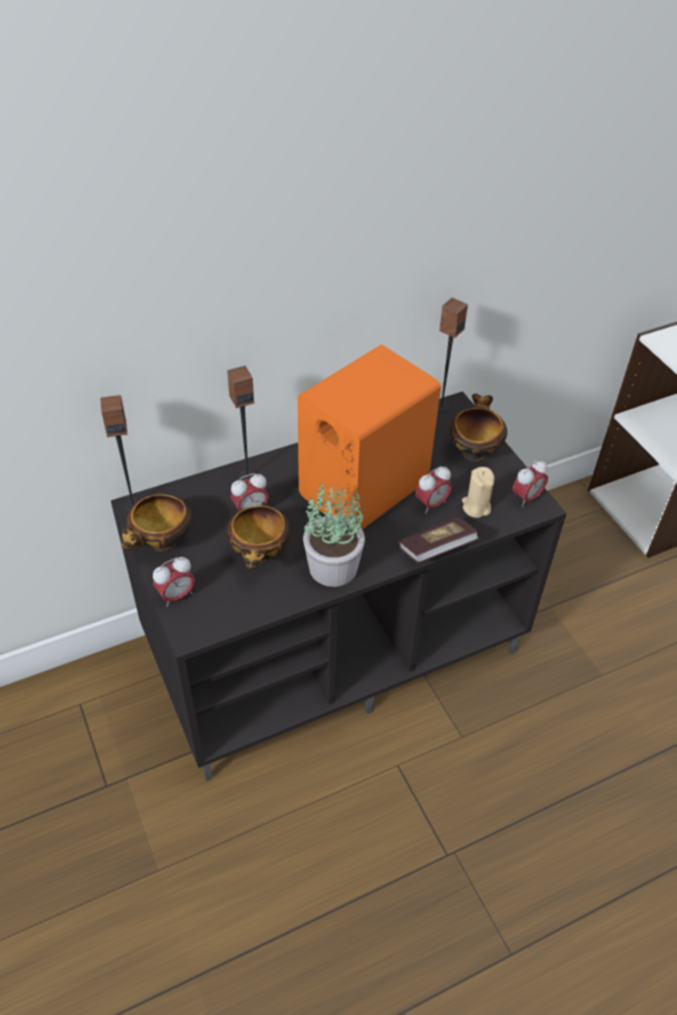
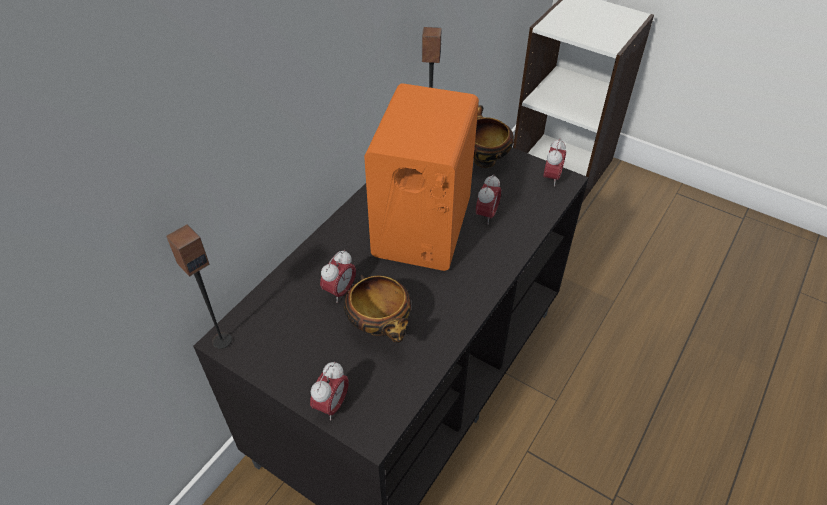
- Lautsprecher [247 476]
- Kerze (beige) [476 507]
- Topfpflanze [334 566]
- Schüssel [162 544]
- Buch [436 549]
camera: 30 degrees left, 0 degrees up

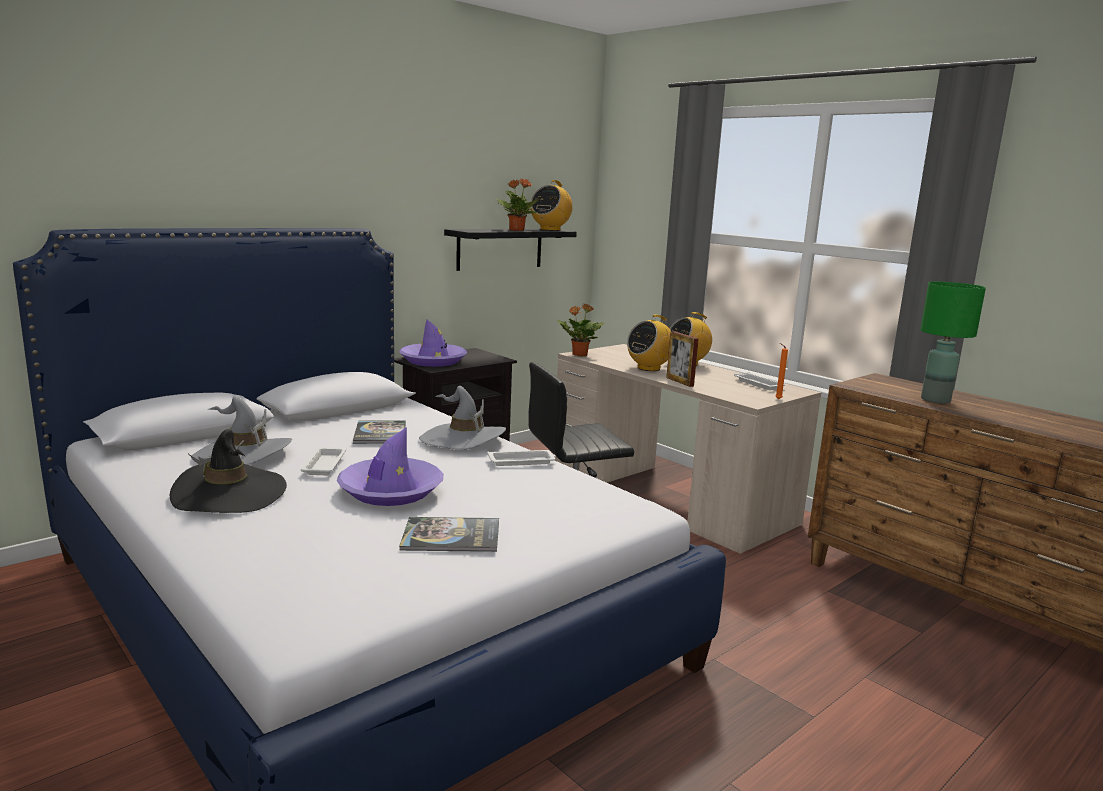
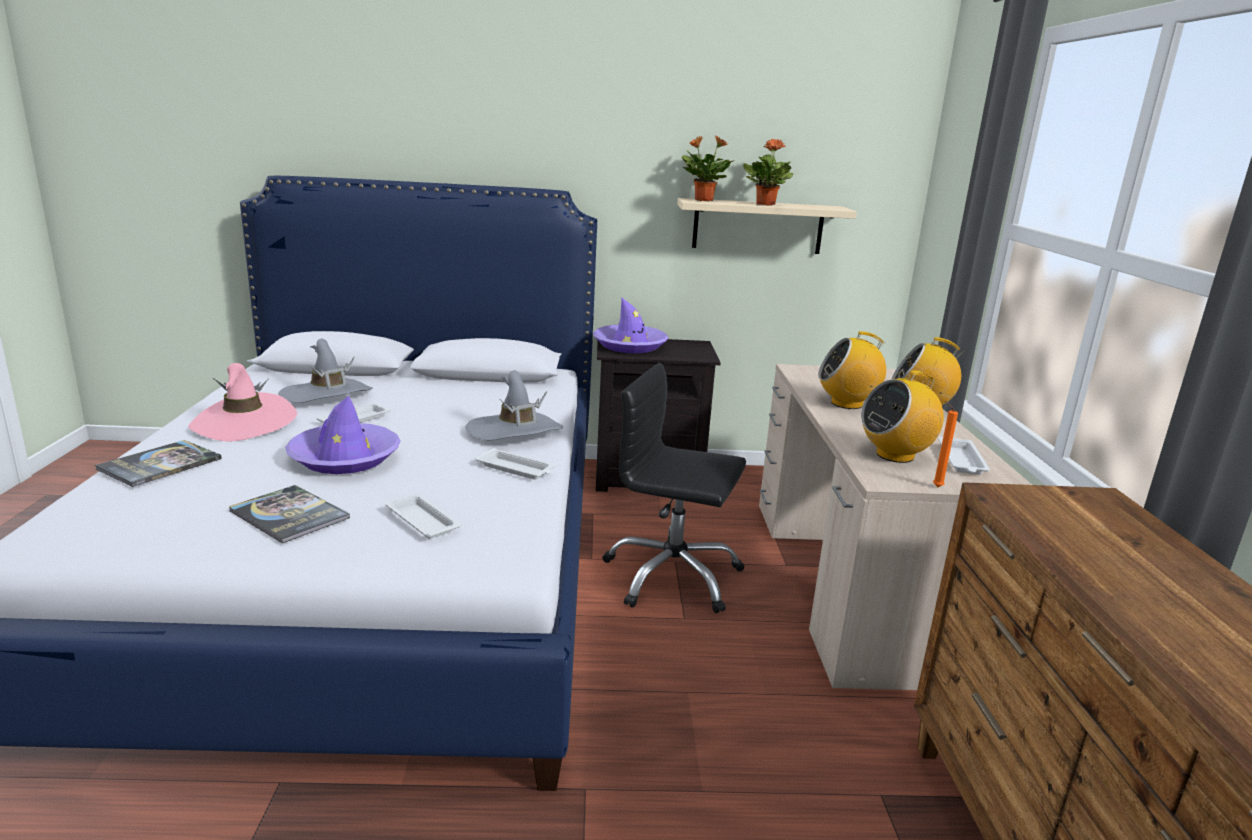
~ Radio [550 230] to [895 455]
~ Wandregal (schwarz) [500 248] to Wandregal (beige) [758 226]
- Tischlampe (grün) [934 400]
~ Topfpflanze [579 355] to [703 200]
- Bilderrahmen [679 382]
~ Buch [380 433] to [160 464]
~ Hut (schwarz) [229 494] to Hut (rosa) [244 423]
+ Tablett (weiß) [421 520]
camera: 40 degrees right, 5 degrees up

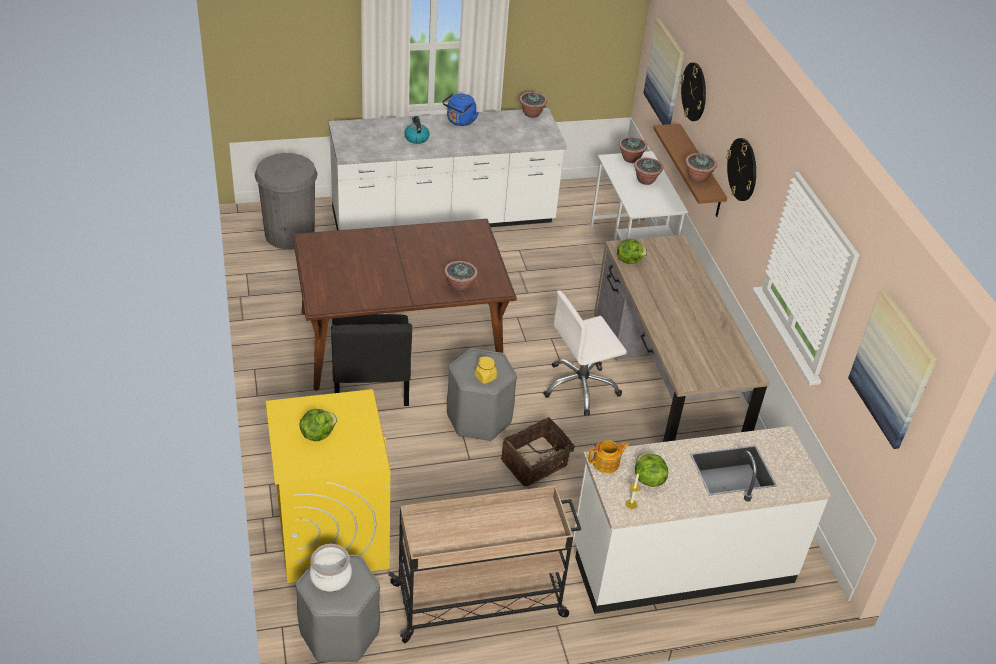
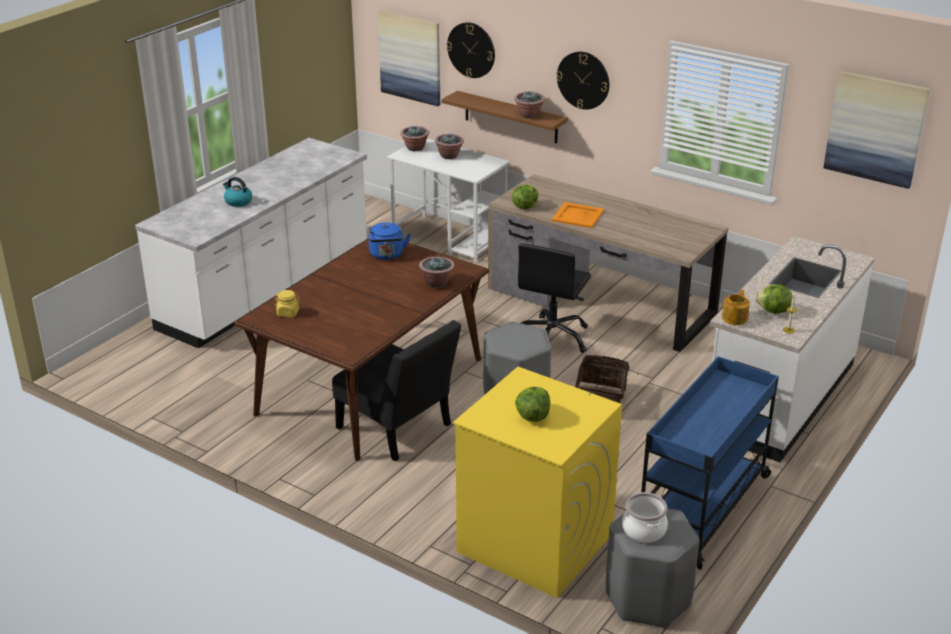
- Topfpflanze [532 114]
~ Wasserkessel (blau) [460 121] to [387 255]
- Mülleimer (grau) [289 234]
~ Bürostuhl (weiß) [580 387] to Bürostuhl (schwarz) [552 338]
~ Vorratsglas (gelb) [485 377] to [288 313]
~ Rollwagen (beige) [481 600] to Rollwagen (blau) [703 506]
+ Tablett (orange) [578 216]
camera: 40 degrees left, 10 degrees down

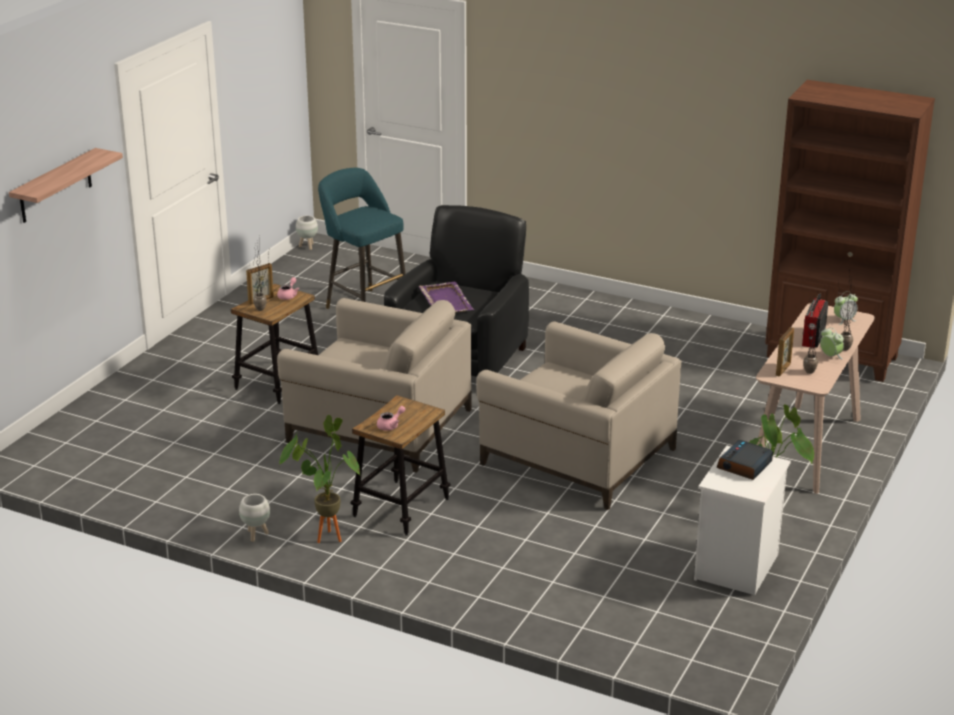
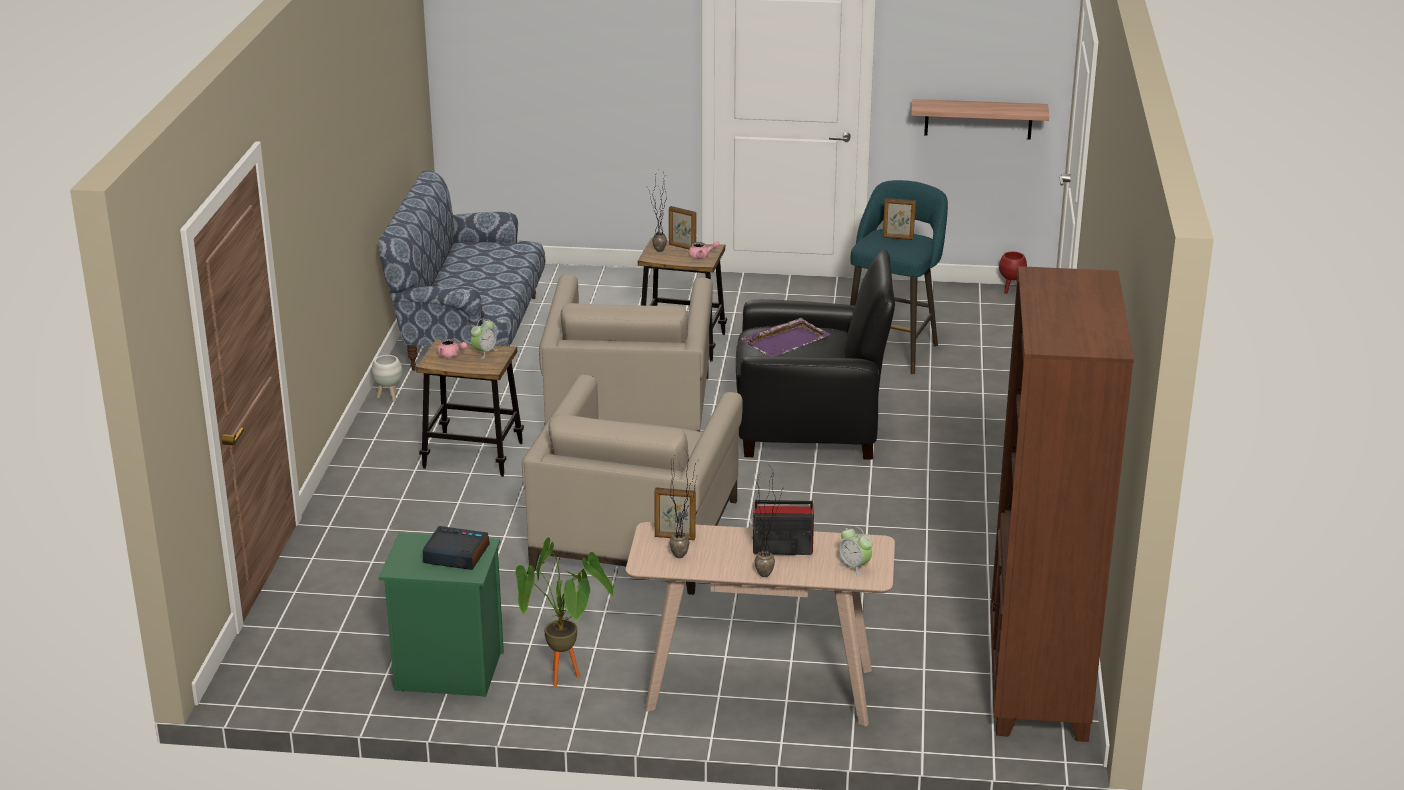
~ Wandregal [55 186] to [978 119]
~ Pflanzkübel (weiß) [307 246] to Pflanzkübel (rot) [1011 290]
~ Wecker [830 356] to [484 352]
- Topfpflanze [324 536]
~ Nachttisch (weiß) [737 568] to Nachttisch (grün) [446 672]
+ Sofa [470 333]
+ Bilderrahmen [898 238]
camera: 70 degrees right, 0 degrees up

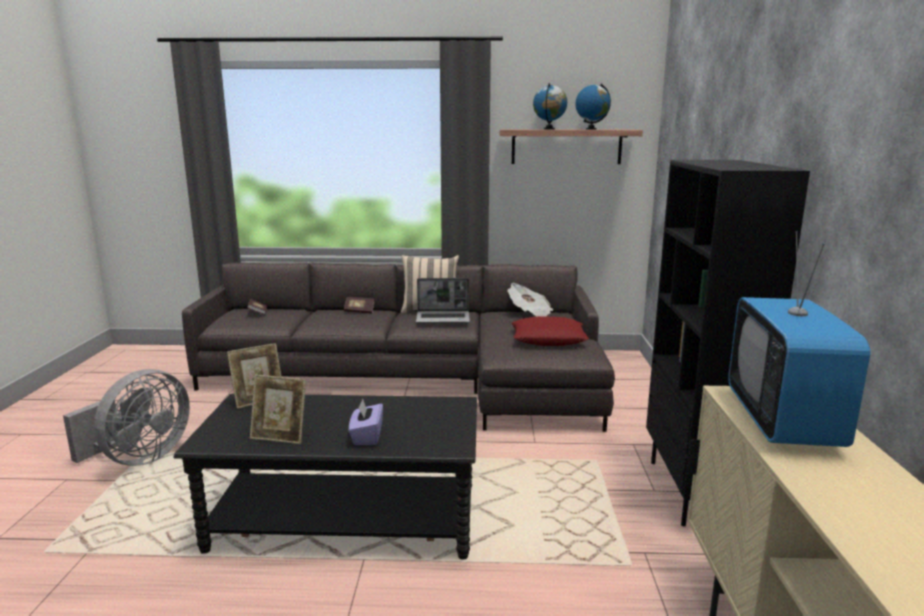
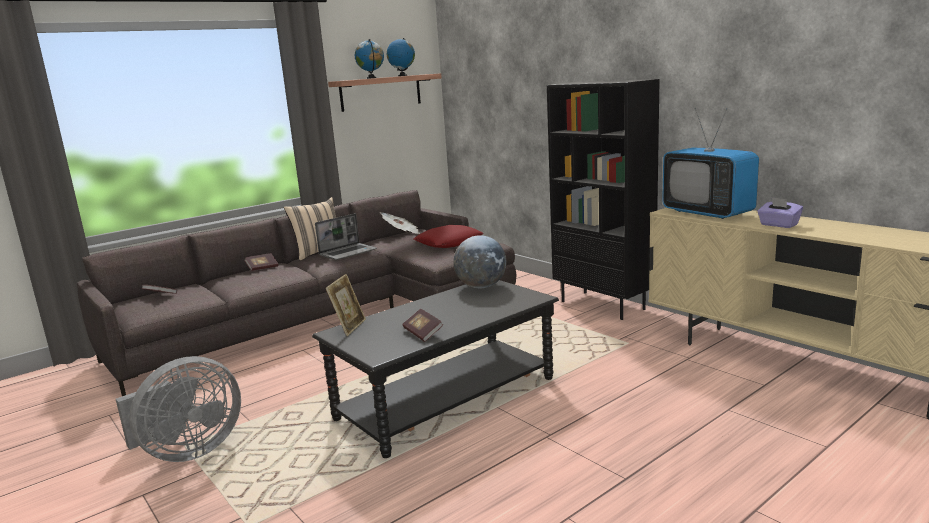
~ Ventilator (grau) [139 458] = [188 451] 60 degrees clockwise
~ Bilderrahmen [280 437] to Buch [423 333]
~ Taschentuchbox (lila) [366 436] to [778 225]
+ Globus [481 286]
camera: 40 degrees left, 0 degrees up

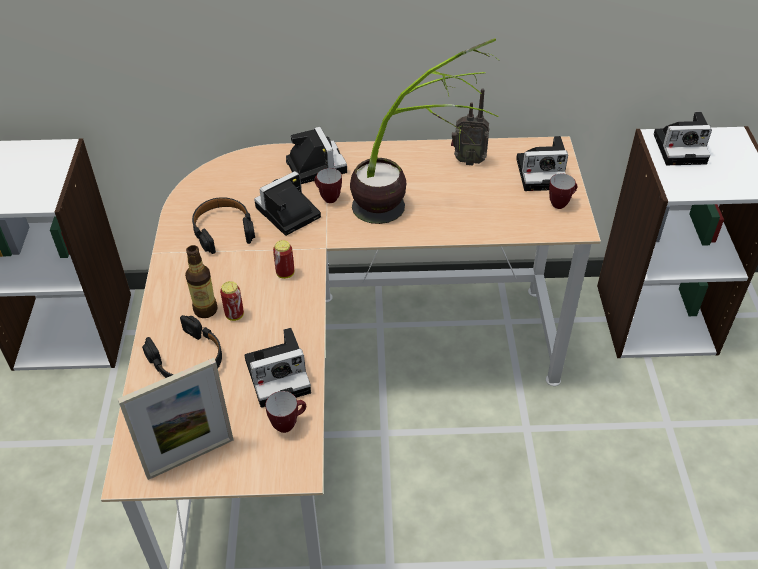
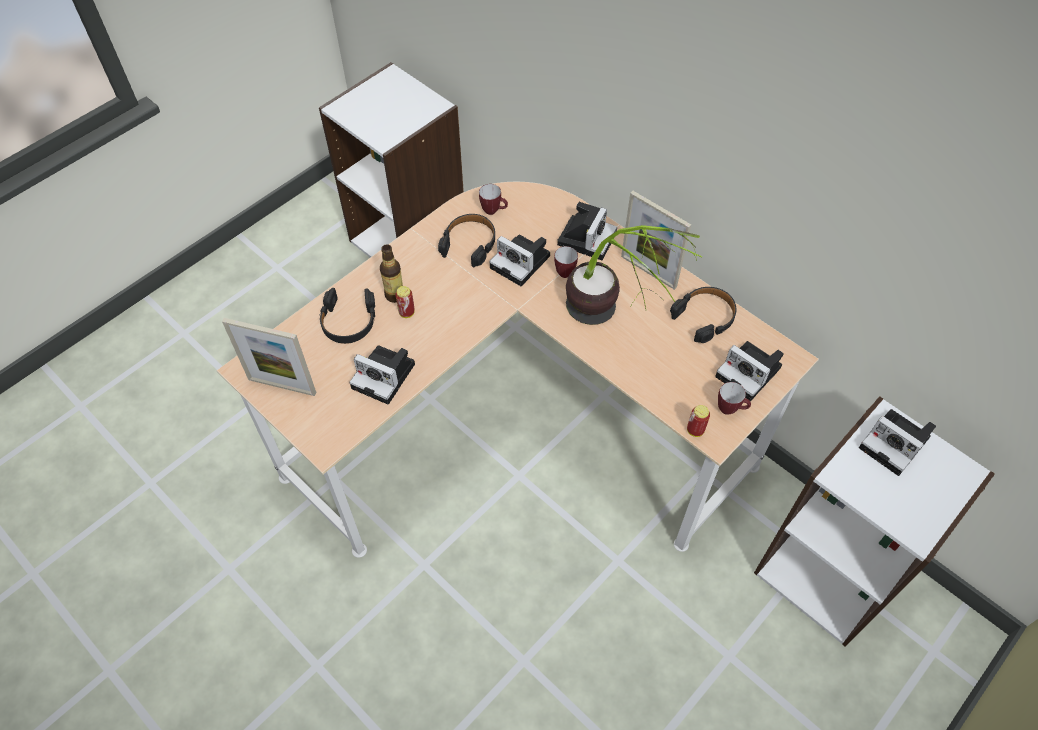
~ Radio [468 160] to Kopfhörer (schwarz) [705 317]
~ Kamera [286 214] = [522 262] 150 degrees counterclockwise
~ Dose [285 273] to [695 430]
~ Henkelbecher [288 424] to [494 211]
+ Bilderrahmen [648 271]
camera: 45 degrees right, 10 degrees up

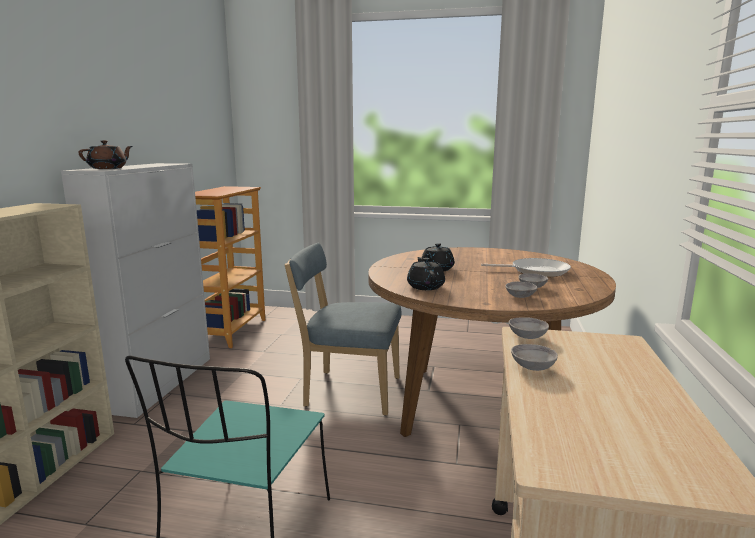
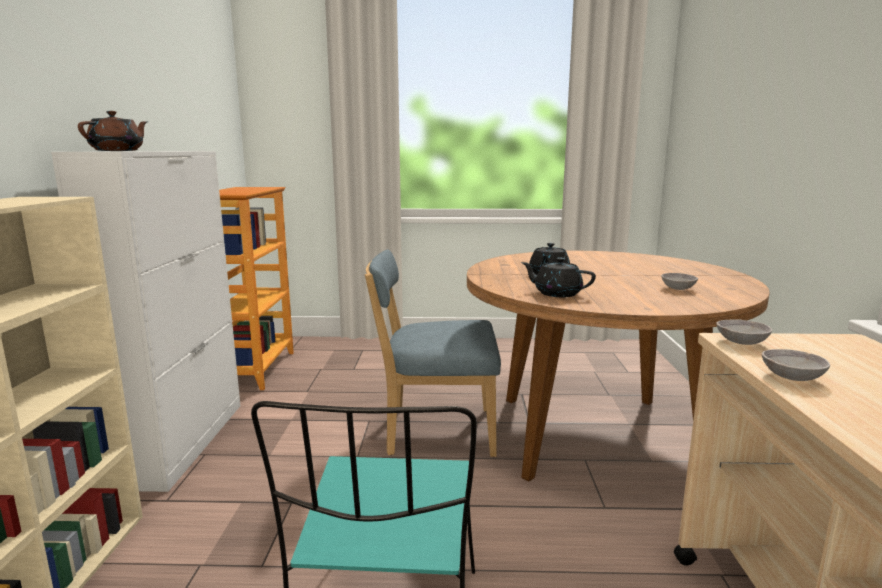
~ Teekanne (schwarz) [425 286] = [557 293] 45 degrees counterclockwise
- Pfanne [536 271]
- Schüssel (grau) [520 296]
camera: 10 degrees left, 0 degrees up

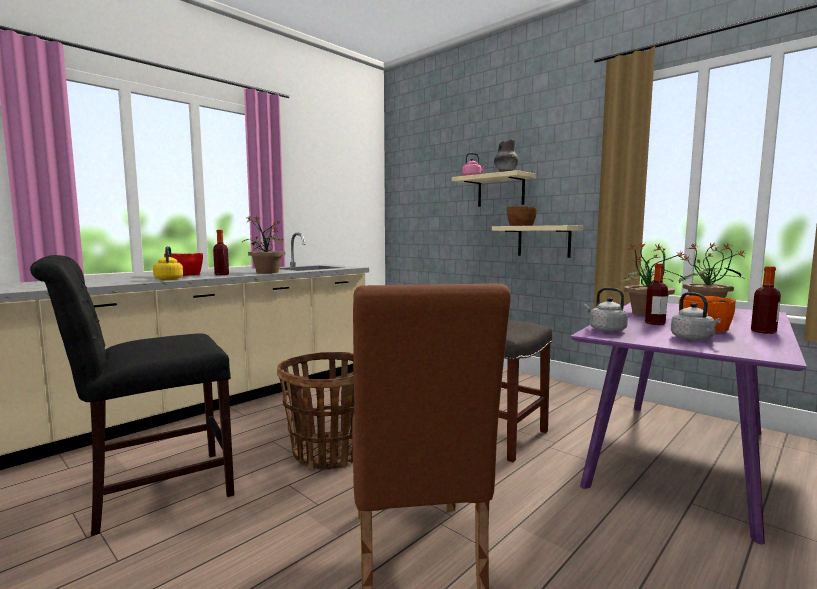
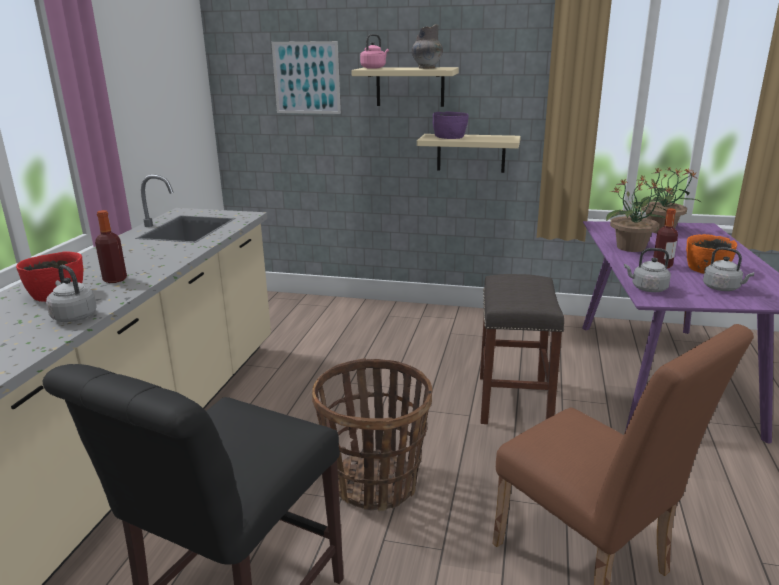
~ Schüssel (braun) [521 225] to Schüssel (lila) [450 137]
- Topfpflanze [267 272]
~ Wasserkessel (gelb) [169 279] to Wasserkessel (grau) [73 316]
- Flasche [763 331]
+ Bild [306 78]
camera: 30 degrees left, 15 degrees up

